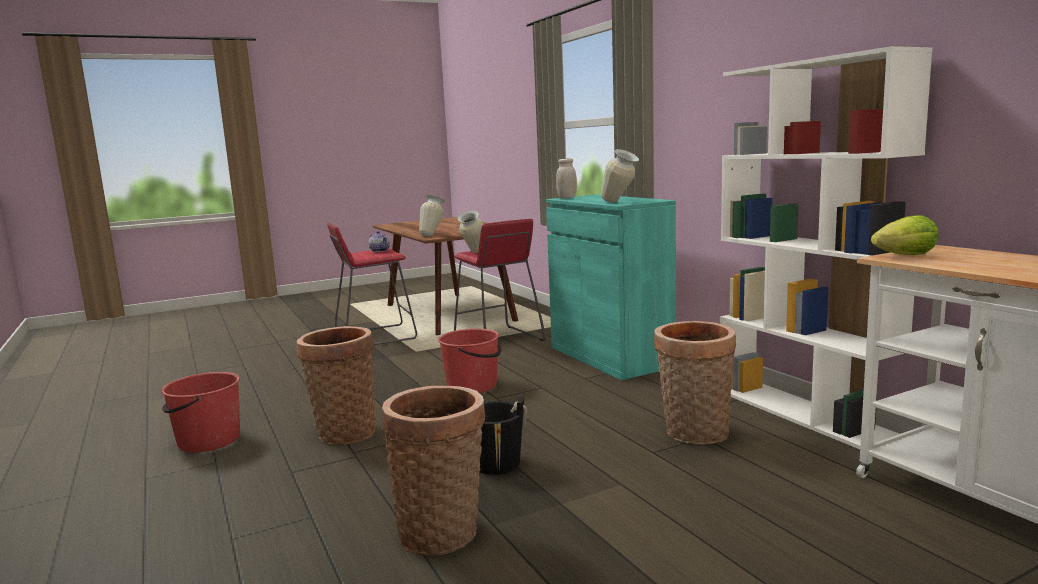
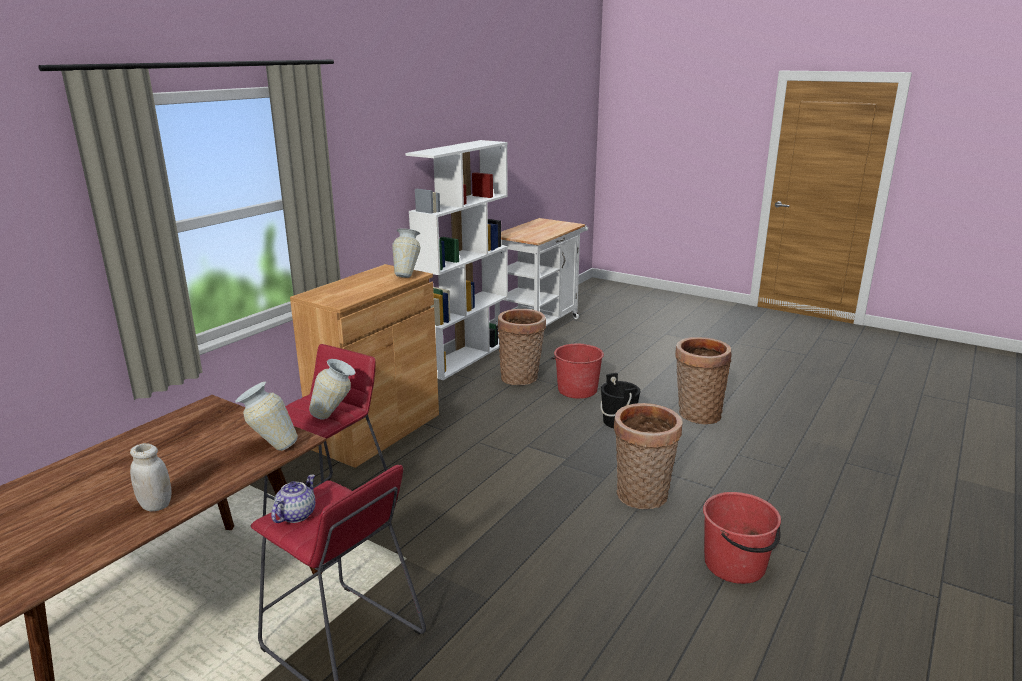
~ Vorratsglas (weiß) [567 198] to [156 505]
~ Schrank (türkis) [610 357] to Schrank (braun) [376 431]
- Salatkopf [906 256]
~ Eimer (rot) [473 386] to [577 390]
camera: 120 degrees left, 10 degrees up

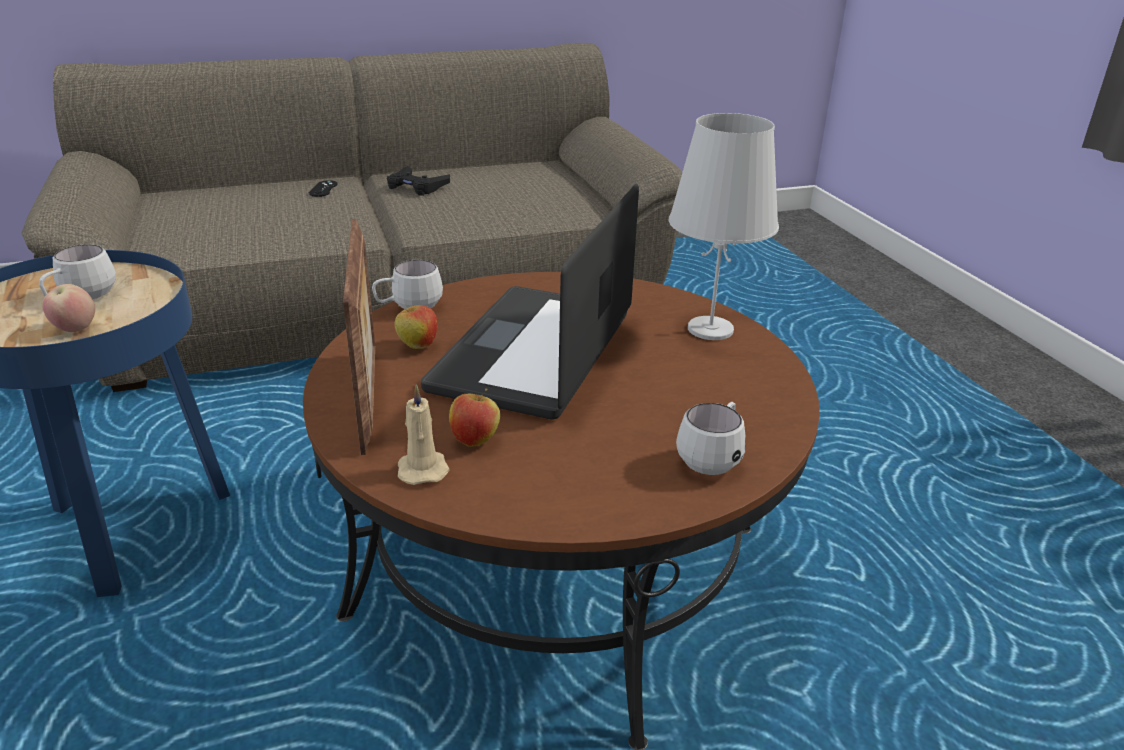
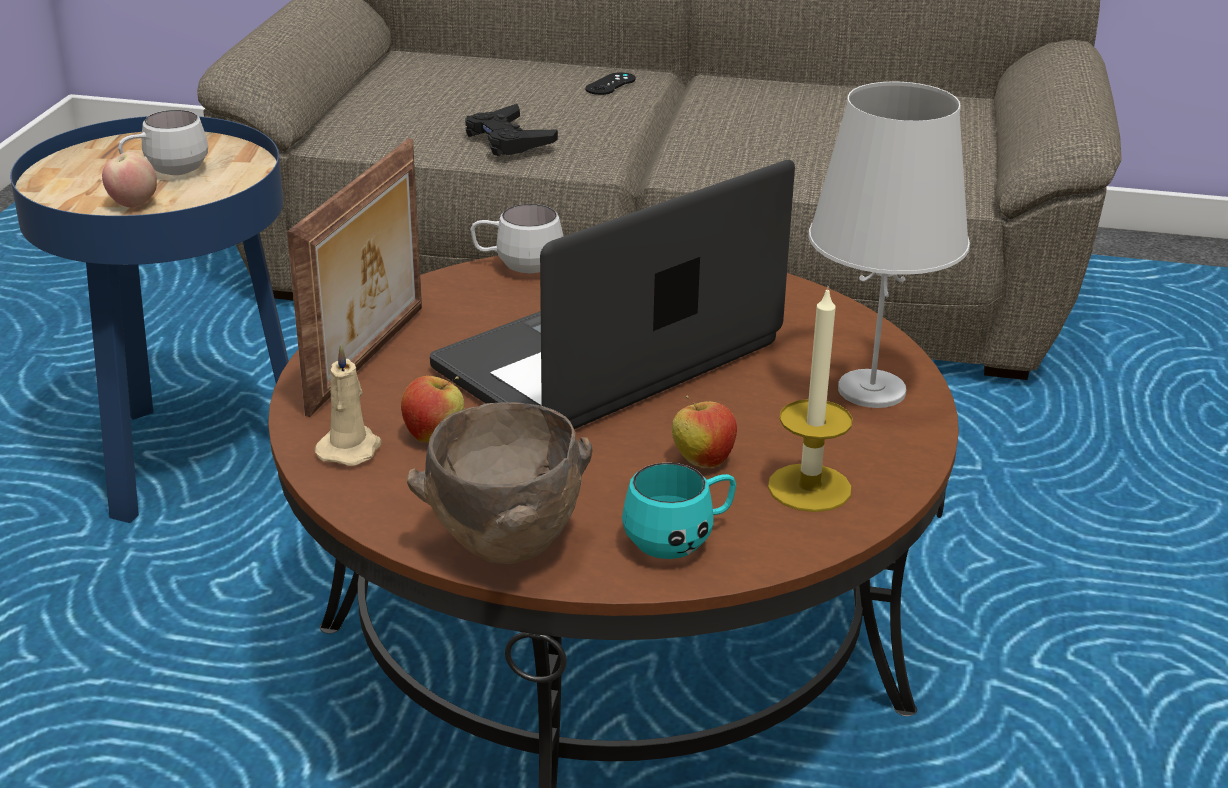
~ Gamepad (schwarz) [416 186] to [508 139]
~ Apfel [417 346] to [702 461]
~ Henkelbecher (weiß) [712 458] to Henkelbecher (türkis) [681 540]
+ Kerze [809 488]
+ Schüssel (braun) [504 547]
camera: 30 degrees right, 0 degrees up

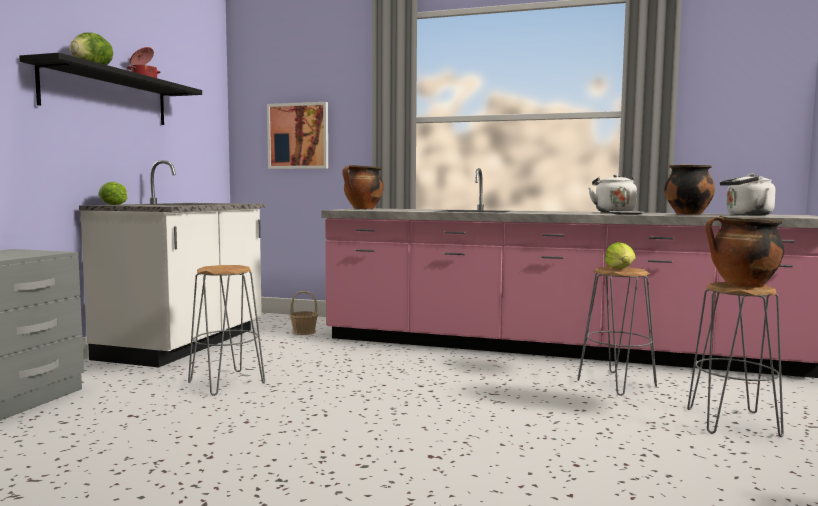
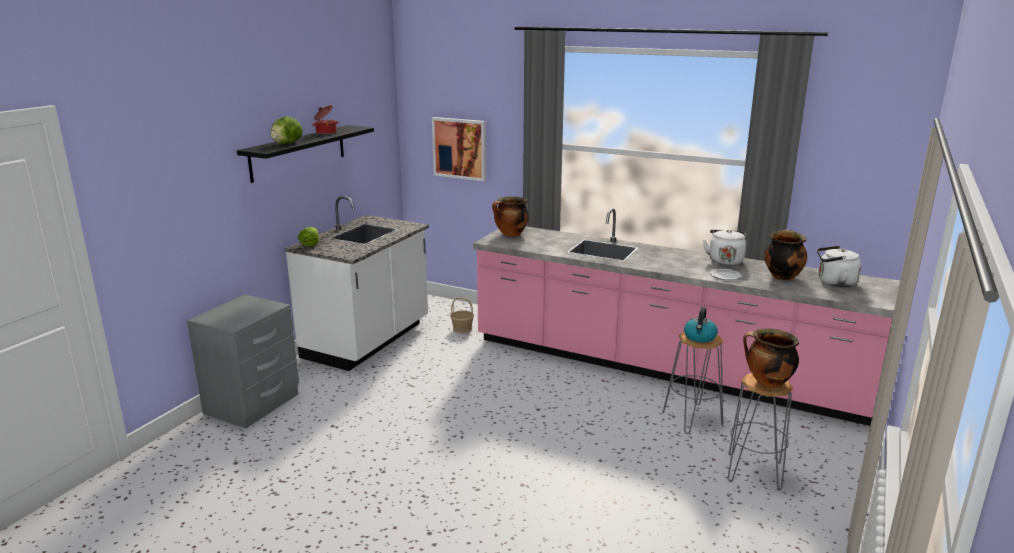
~ Salatkopf [621 269] to Wasserkessel [700 337]
- Hocker (grau) [227 383]
camera: 10 degrees right, 15 degrees up

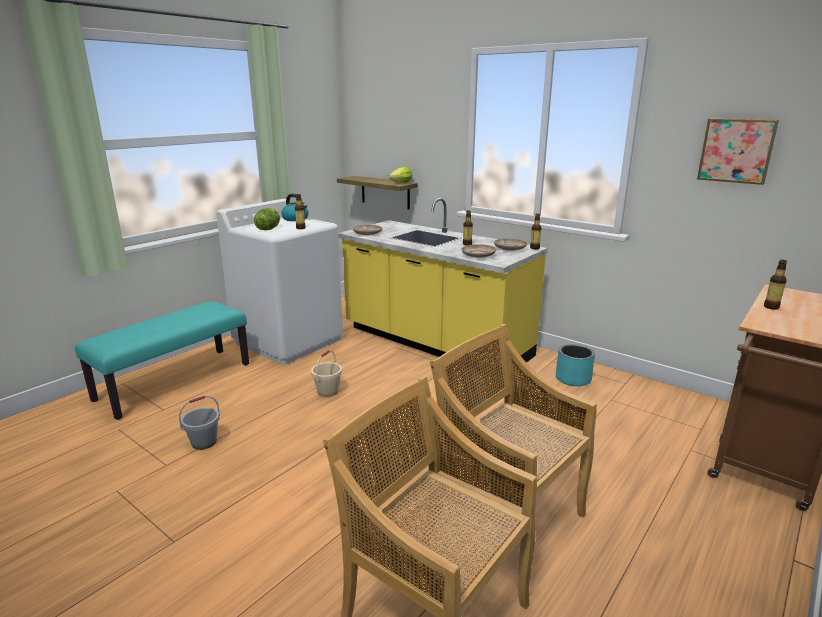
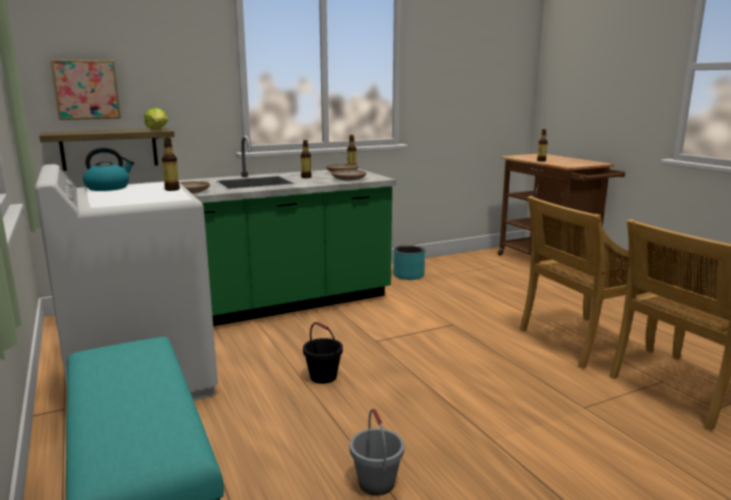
~ Bild [736 150] to [86 89]
~ Küchenzeile (gelb) [435 343] to Küchenzeile (grün) [277 304]
- Salatkopf [268 229]
~ Eimer (beige) [327 391] to Eimer (schwarz) [323 377]
camera: 65 degrees left, 5 degrees down

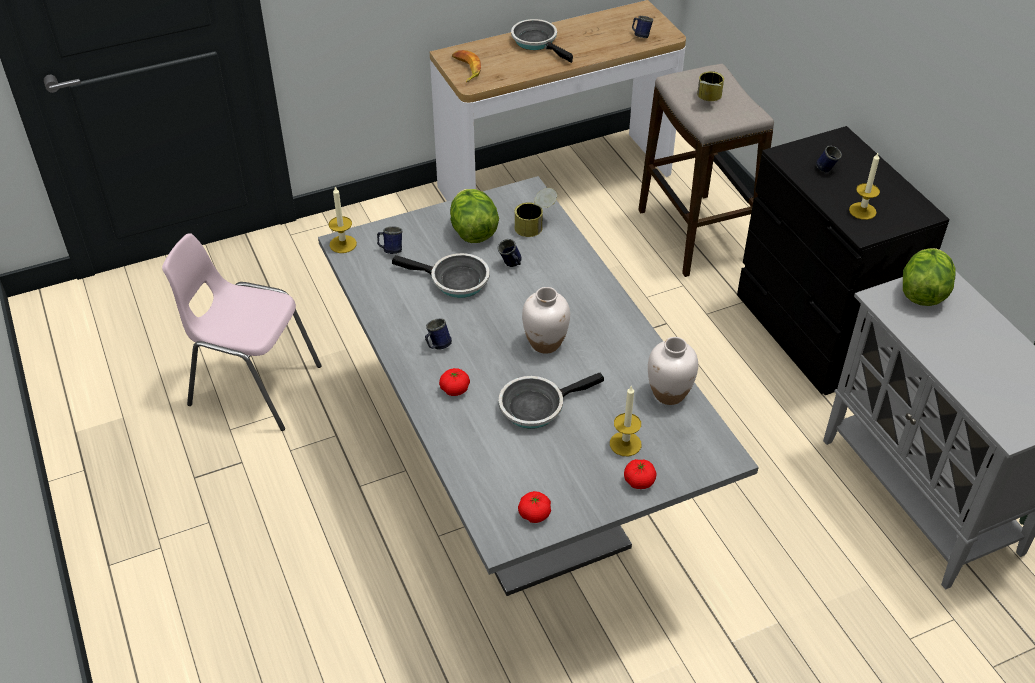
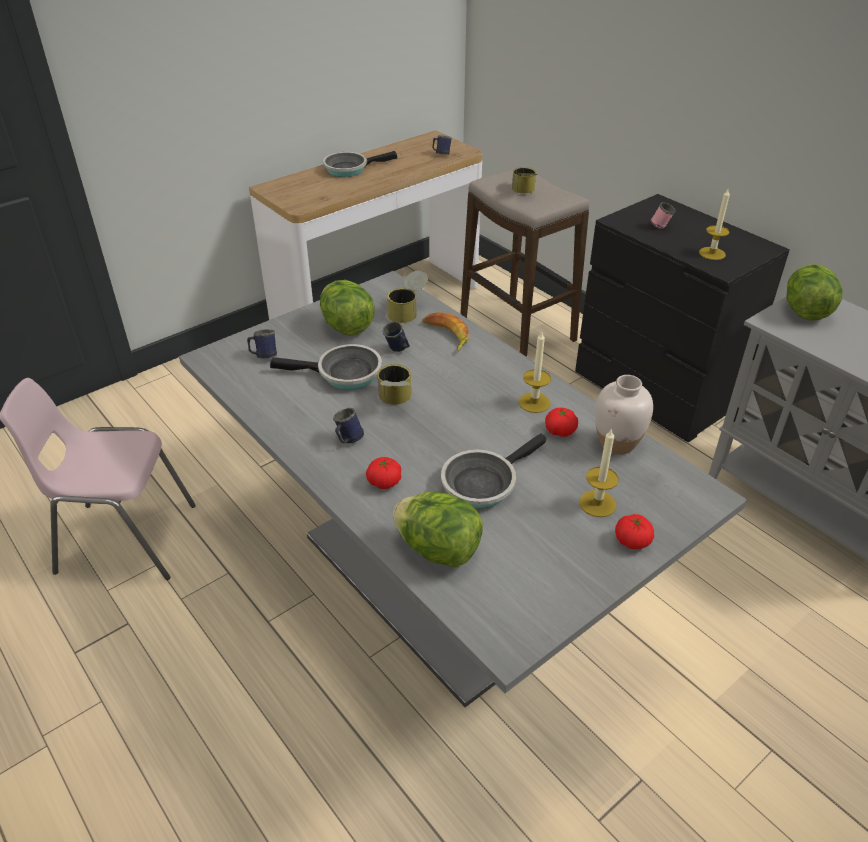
~ Pfanne [537 42] = [349 169] 60 degrees counterclockwise
~ Banane [465 69] to [446 335]
~ Henkelbecher (blau) [827 168] to Henkelbecher (rosa) [661 225]
~ Kerze [343 244] to [534 402]
- Vase (weiß) [545 343]
~ Tomate [534 514] to [560 431]
+ Dose [395 401]
+ Salatkopf [438 549]
camera: 15 degrees left, 5 degrees down

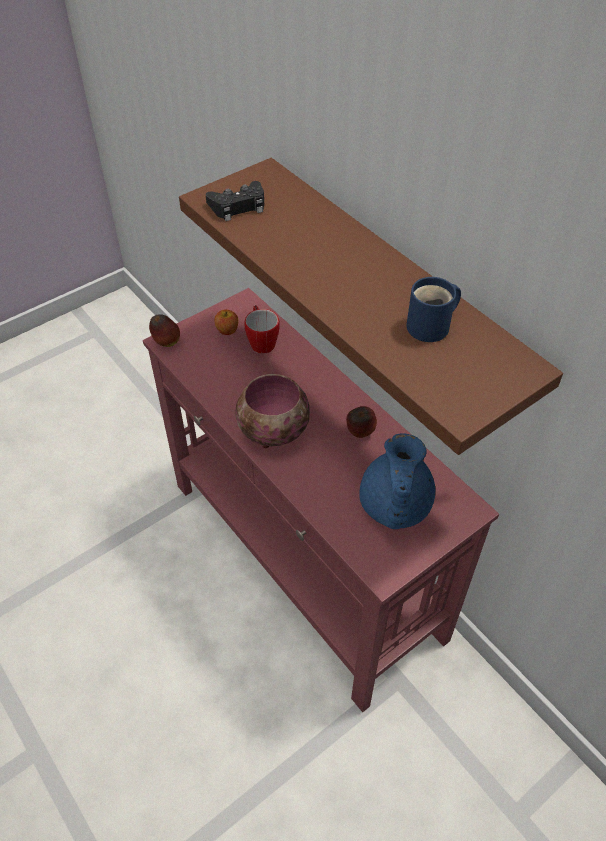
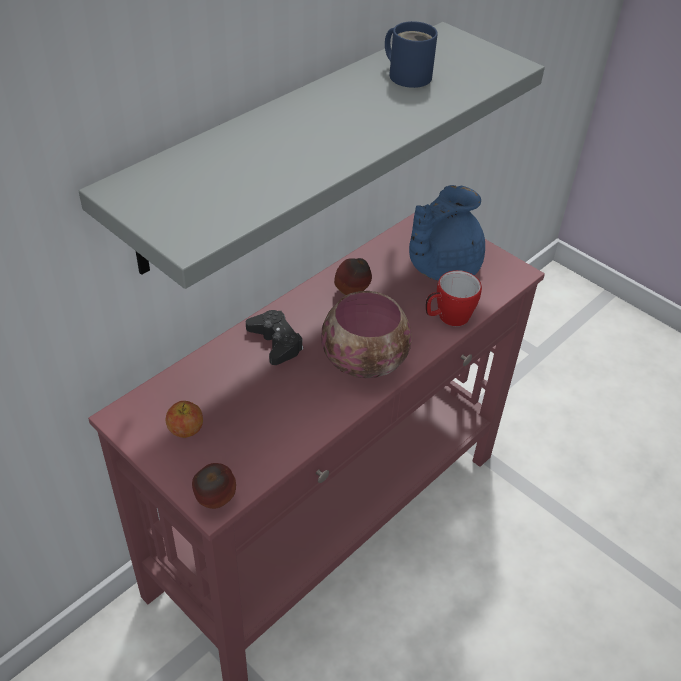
~ Wandregal (braun) [392 289] to Wandregal (grau) [287 144]
~ Gamepad (schwarz) [238 206] to [275 342]
~ Henkelbecher [261 341] to [447 318]
~ Teekanne (blau) [393 506] = [440 267] 135 degrees clockwise
camera: 100 degrees left, 5 degrees down

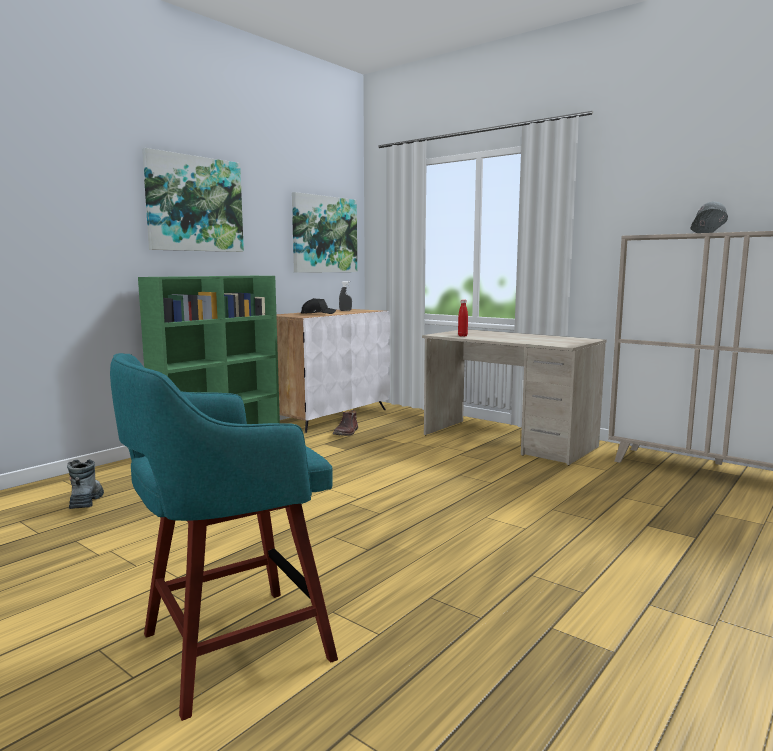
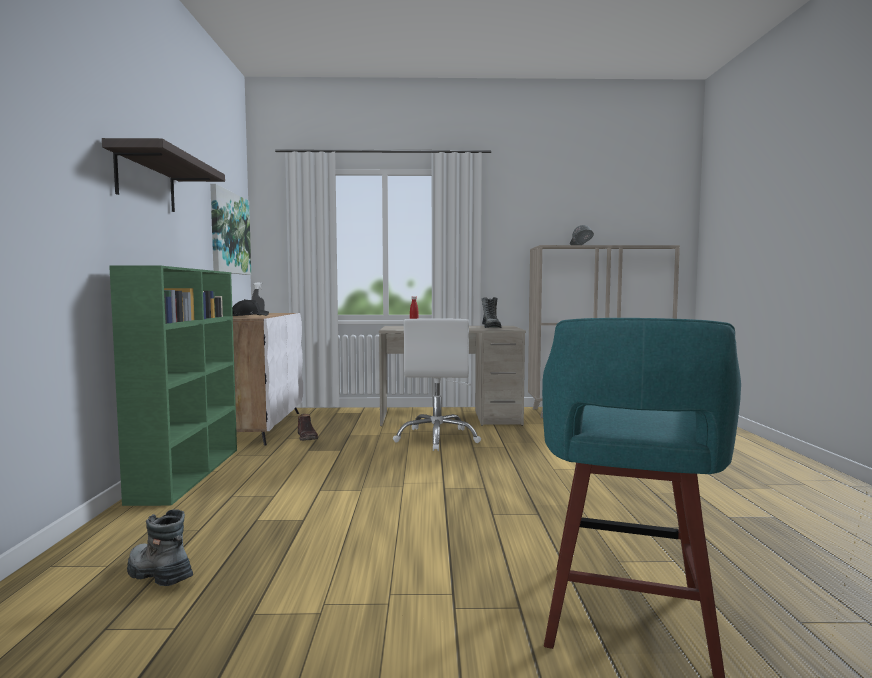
~ Bild [194 204] to Wandregal [146 181]
+ Stiefel [491 327]
+ Bürostuhl (weiß) [437 438]
camera: 40 degrees left, 5 degrees down

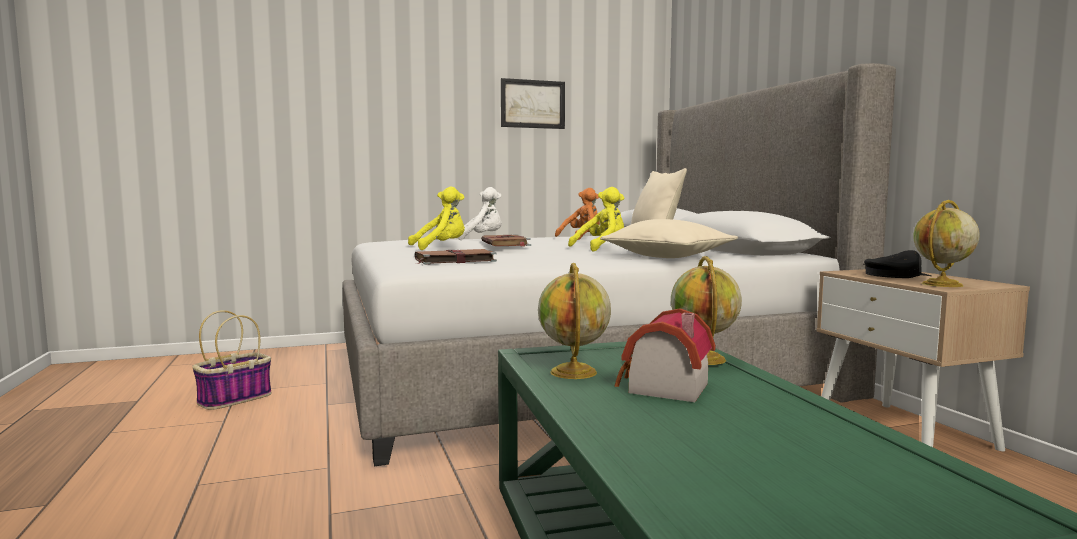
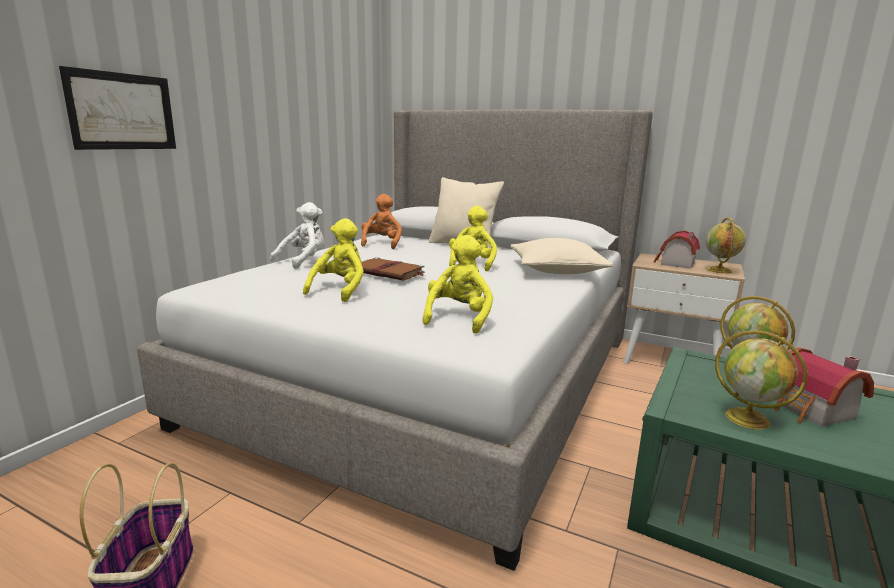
~ Bild [533 104] to [122 111]
~ Buch (braun) [453 260] to Plüschtier (gelb) [459 318]
~ Kappe (schwarz) [896 275] to Spielzeughaus [674 263]
camera: 45 degrees left, 10 degrees up

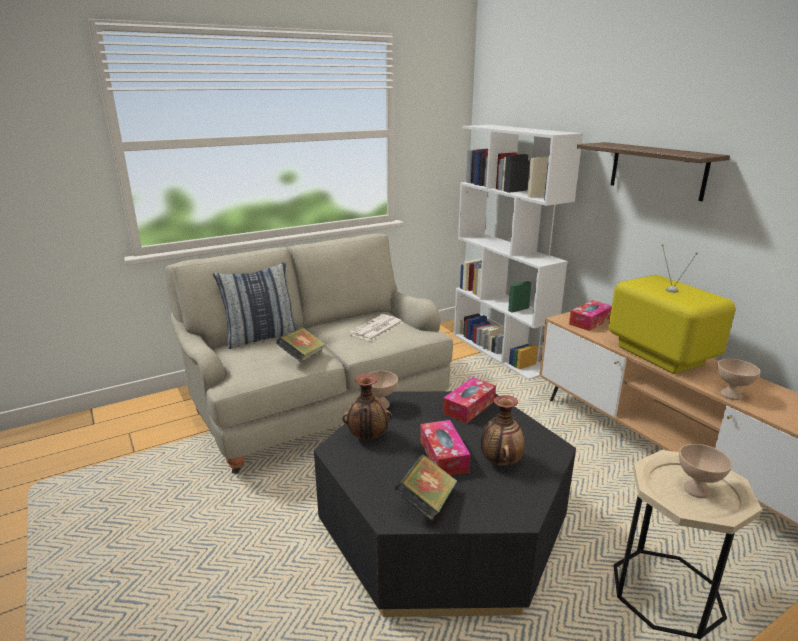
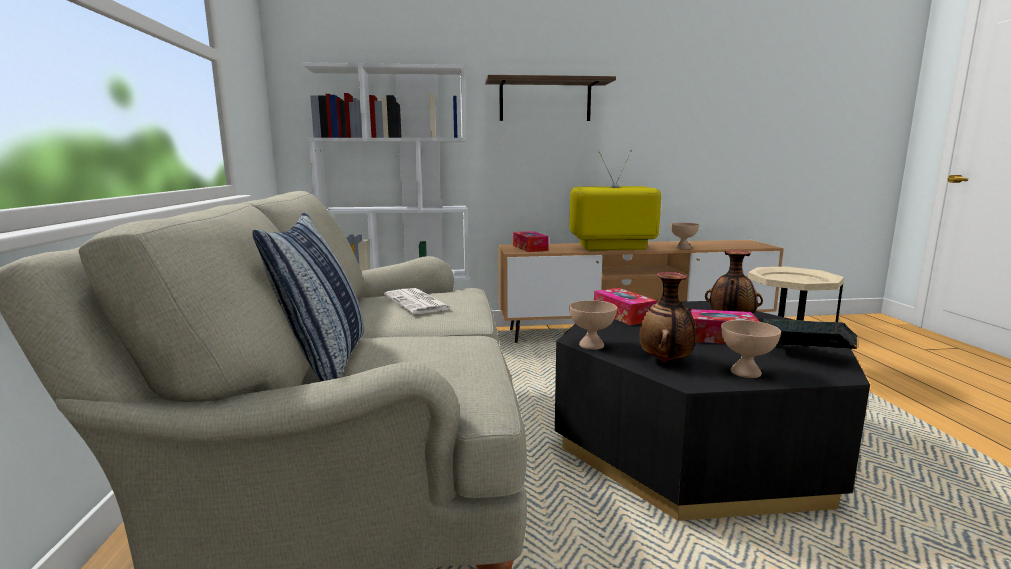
- Buch [302 357]
~ Schüssel (beige) [697 489] to [745 372]
camera: 65 degrees left, 10 degrees down

